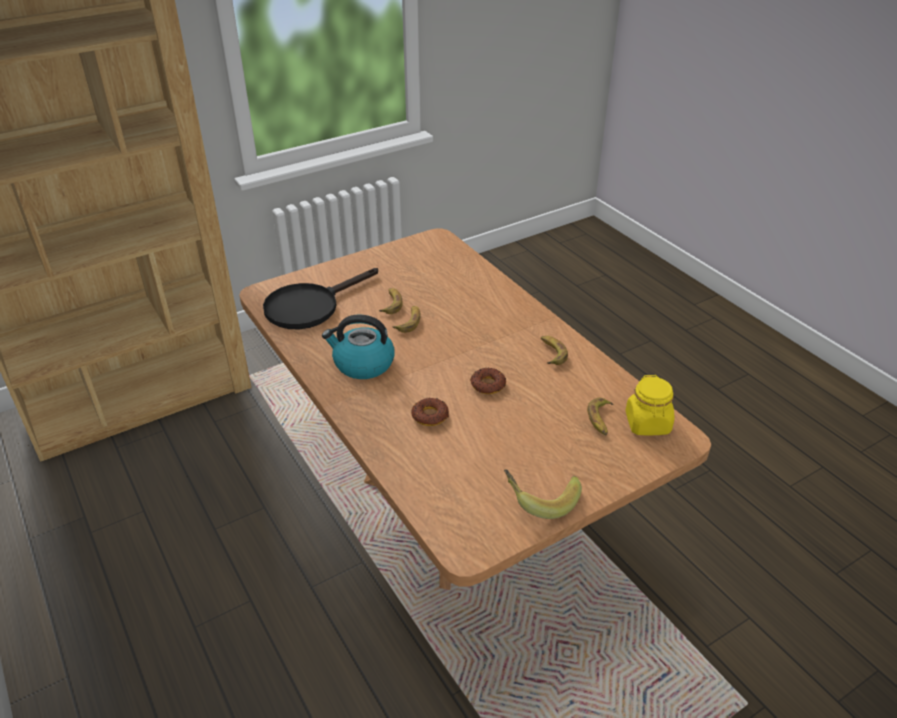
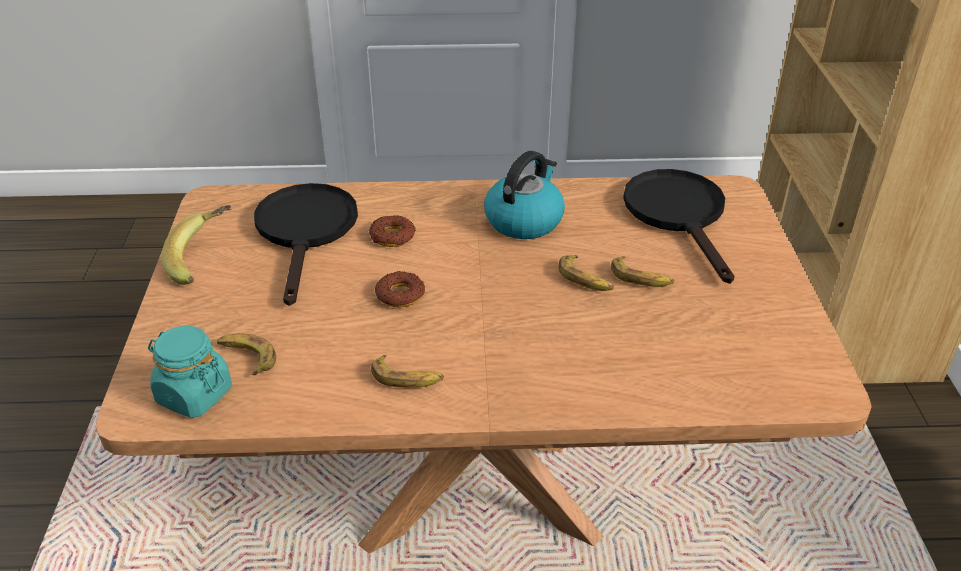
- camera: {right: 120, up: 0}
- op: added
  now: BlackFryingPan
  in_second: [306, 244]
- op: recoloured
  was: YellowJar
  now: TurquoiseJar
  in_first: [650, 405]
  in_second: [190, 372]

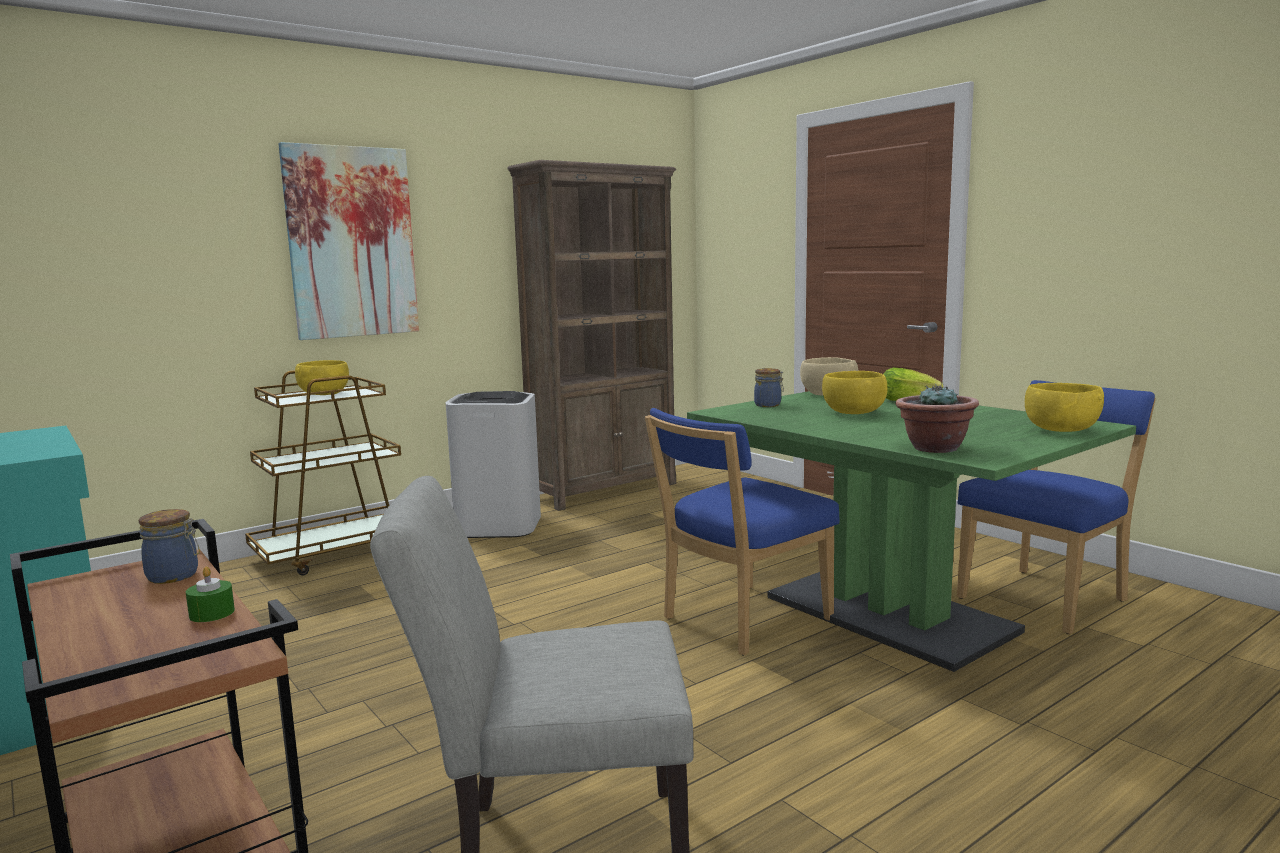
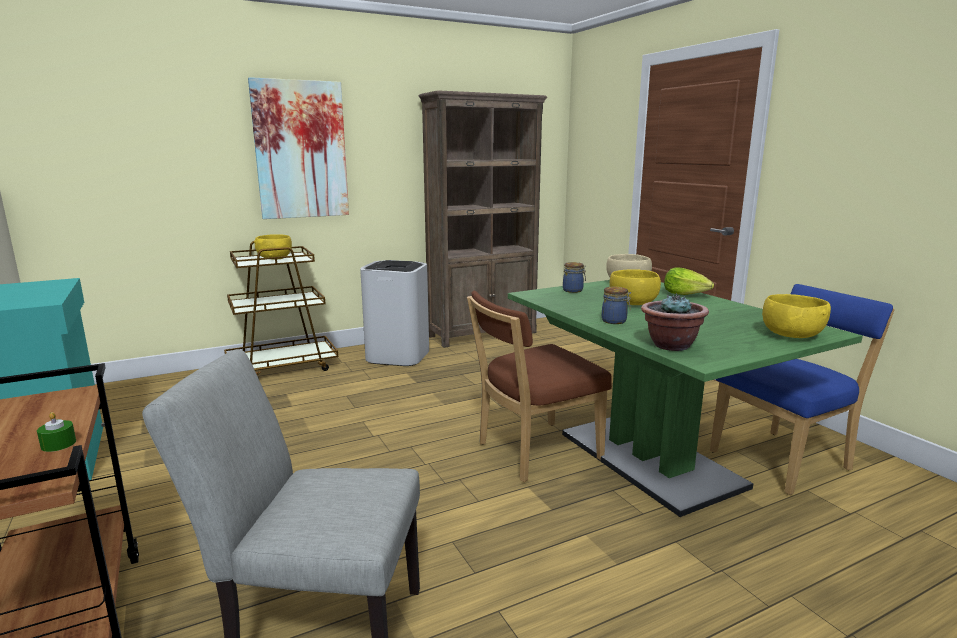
- camera: {right: 10, up: 5}
- op: moved
  was: Jar
  in_first: [169, 546]
  in_second: [616, 305]
- op: recoloured
  was: BlueChair
  now: BrownChair
  in_first: [742, 532]
  in_second: [539, 386]

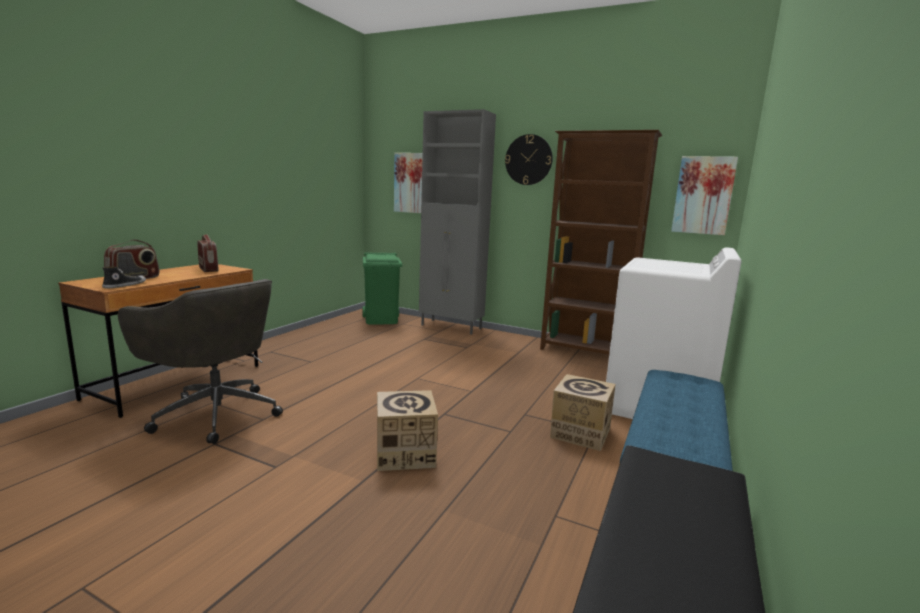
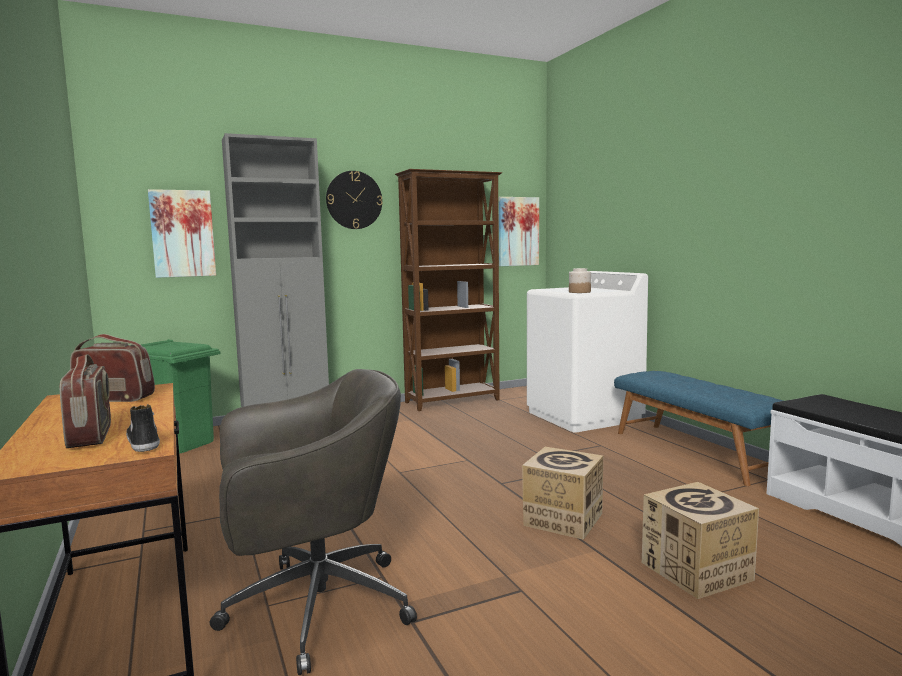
- camera: {right: -50, up: -5}
- op: added
  now: Jar
  in_second: [580, 280]
- op: moved
  was: CardboardBox
  in_first: [583, 412]
  in_second: [700, 540]

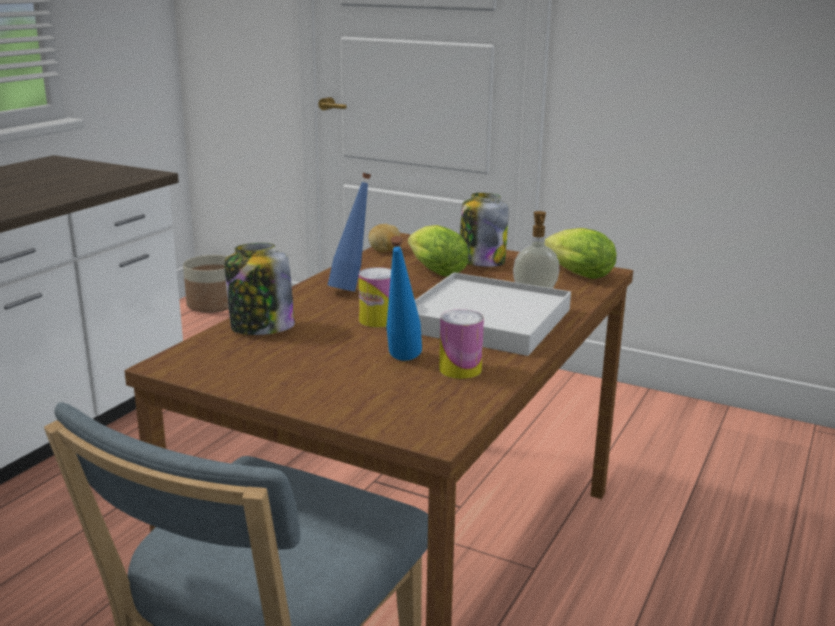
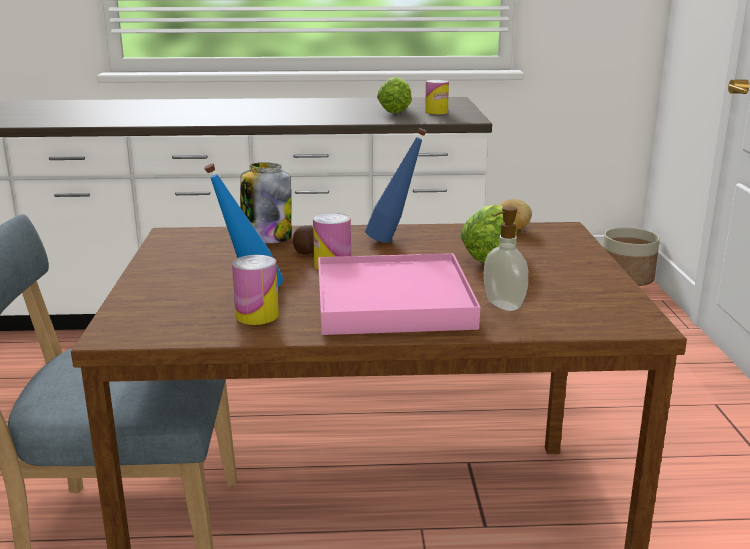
- camera: {right: 60, up: 0}
- op: removed
  was: Jar
  in_first: [484, 230]
- op: added
  now: Potato
  in_second: [303, 239]
- op: added
  now: Can
  in_second: [437, 97]
- op: moved
  was: Lettuce
  in_first: [580, 253]
  in_second: [394, 95]
- op: recoloured
  was: WhiteTray
  now: PinkTray
  in_first: [493, 314]
  in_second: [399, 294]

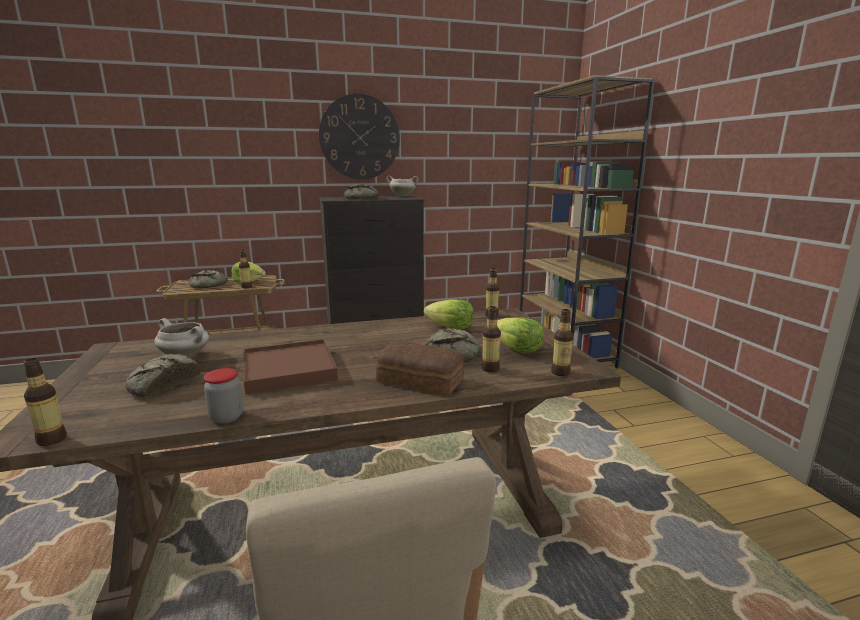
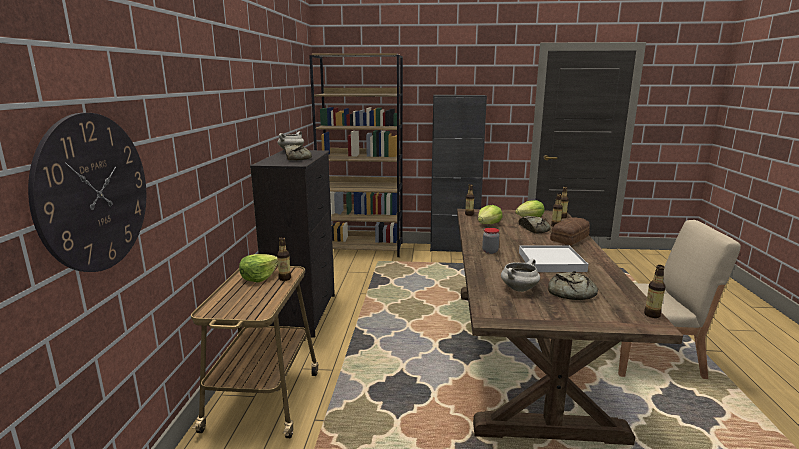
- camera: {right: -70, up: 0}
- op: removed
  was: Bread
  in_first: [208, 279]
- op: added
  now: BlackCabinet
  in_second: [458, 173]
- op: moved
  was: Jar
  in_first: [223, 396]
  in_second: [490, 241]
- op: moved
  was: WallClock
  in_first: [359, 136]
  in_second: [87, 192]
- op: recoloured
  was: BrownTray
  now: WhiteTray
  in_first: [291, 367]
  in_second: [553, 258]

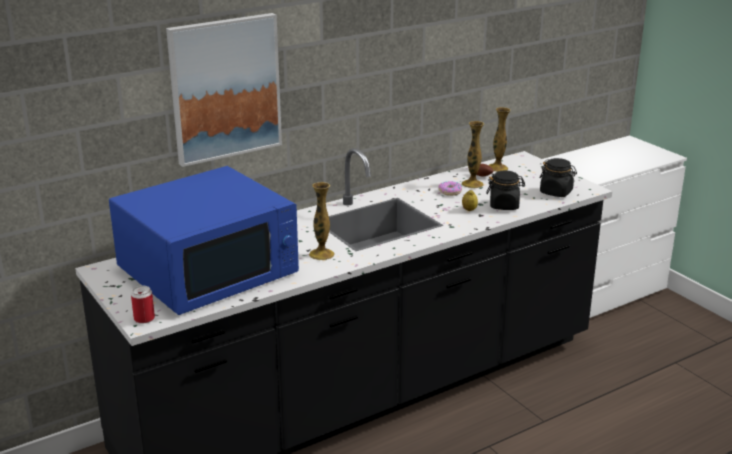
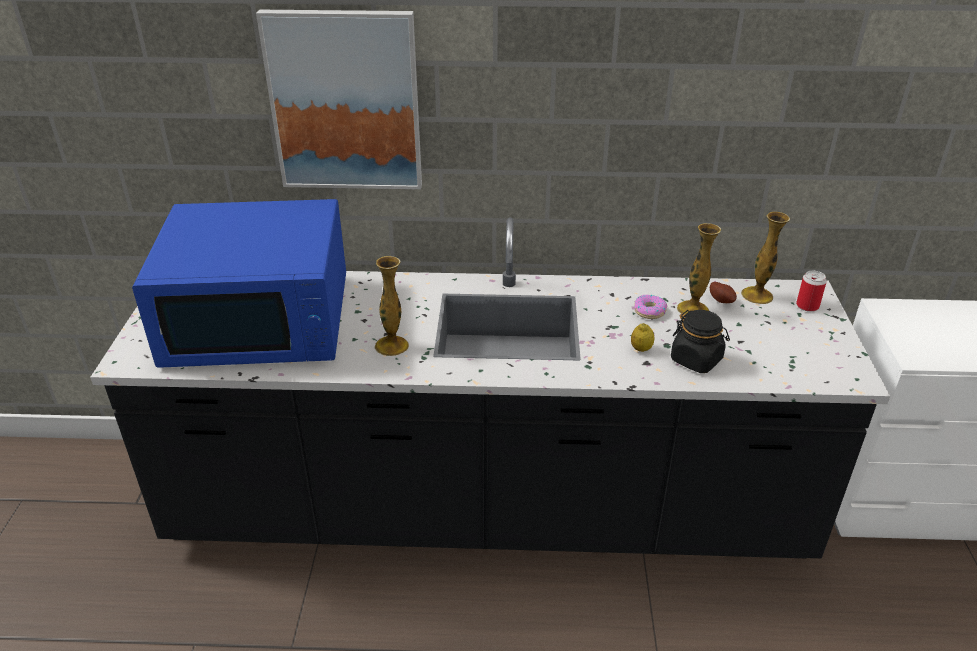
- camera: {right: 35, up: 10}
- op: removed
  was: BlackJar
  in_first: [558, 177]
- op: moved
  was: Can
  in_first: [143, 304]
  in_second: [811, 291]

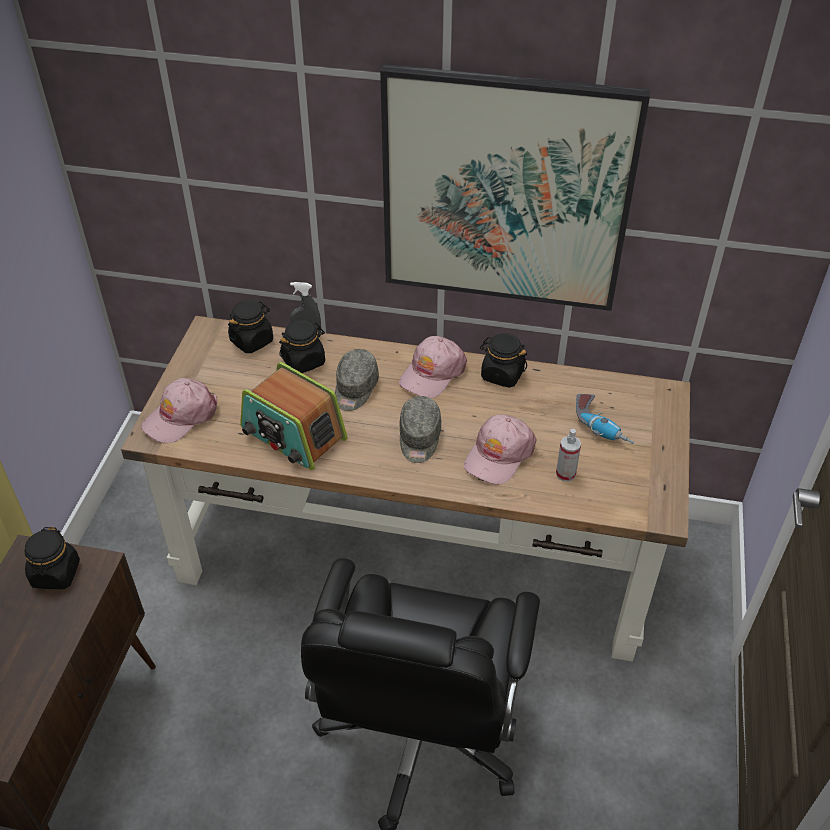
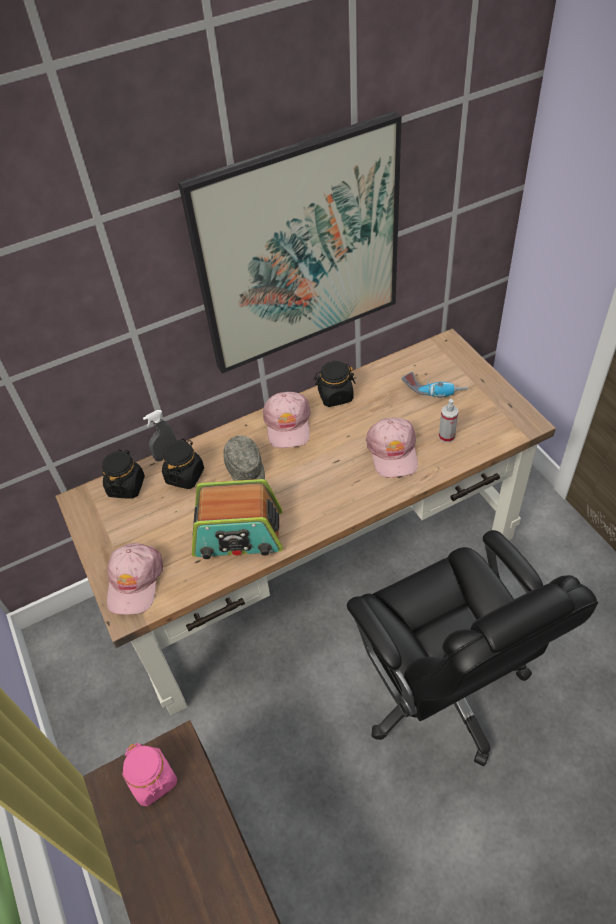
- camera: {right: -35, up: 5}
- op: removed
  was: GreyCap
  in_first: [420, 429]
- op: recoloured
  was: BlackJar
  now: PinkJar
  in_first: [52, 558]
  in_second: [149, 774]

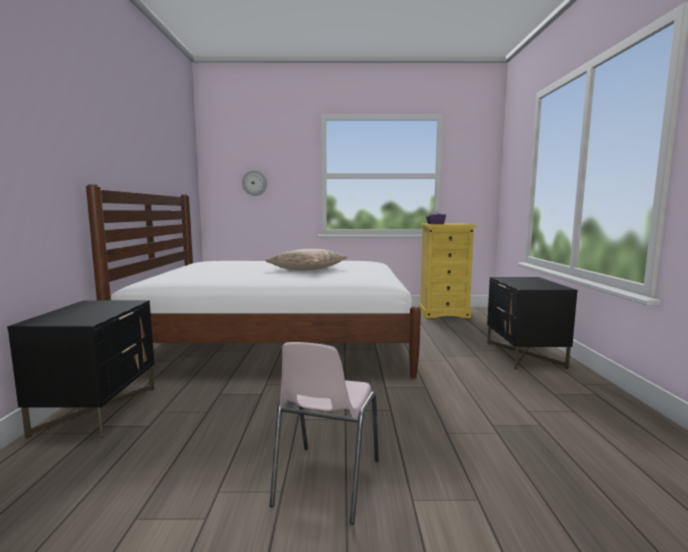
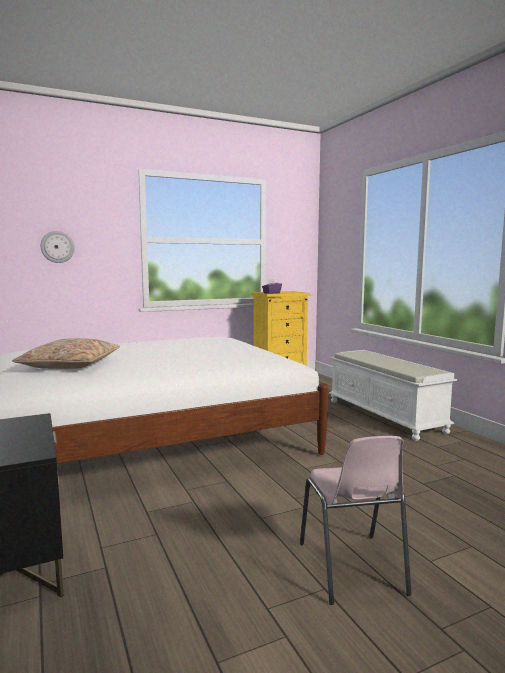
- camera: {right: -25, up: 0}
- op: moved
  was: BeigePillow
  in_first: [306, 259]
  in_second: [66, 353]
- op: replaced
  was: BlackNightstand
  now: WhiteBench
  in_first: [532, 323]
  in_second: [393, 395]

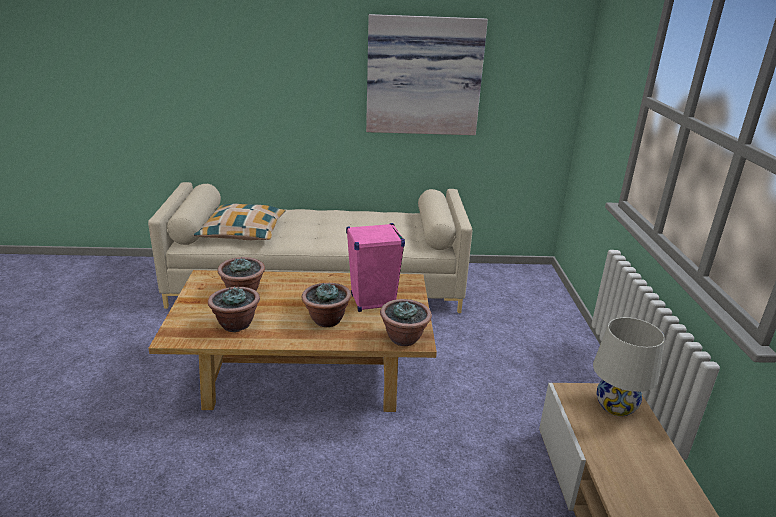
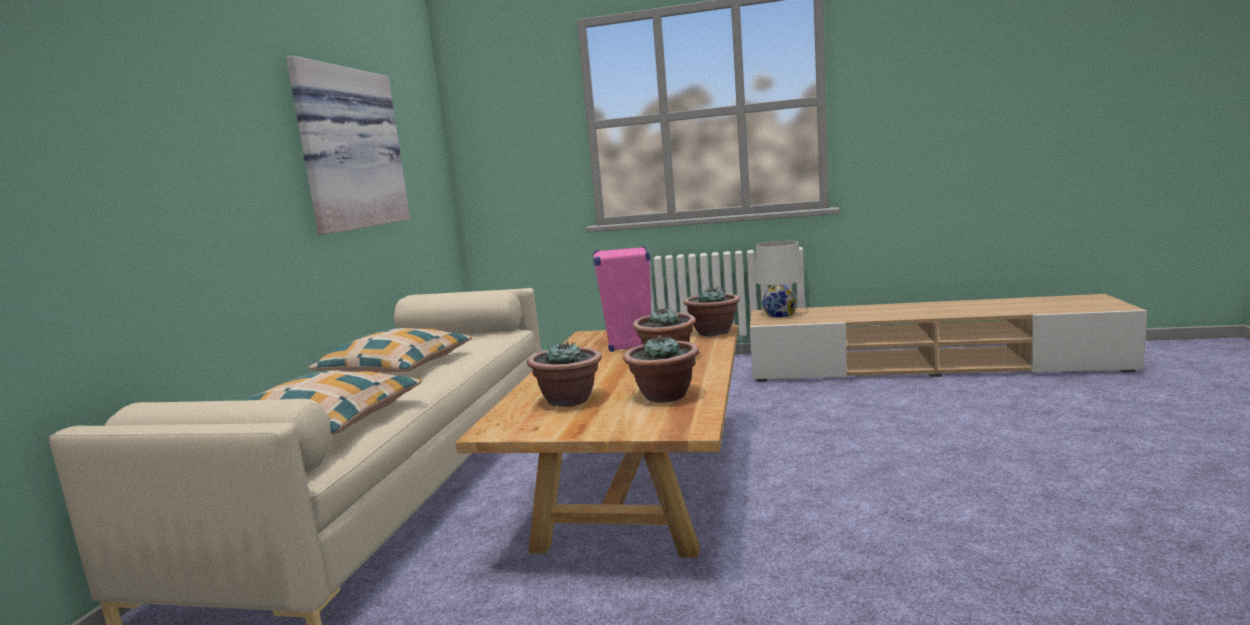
- camera: {right: -75, up: -15}
- op: added
  now: Pillow
  in_second: [390, 350]

